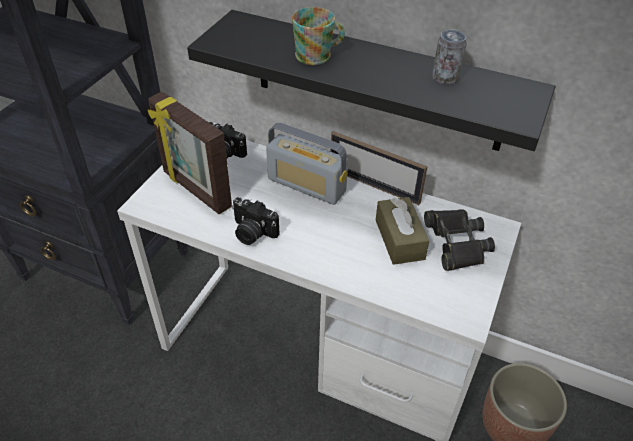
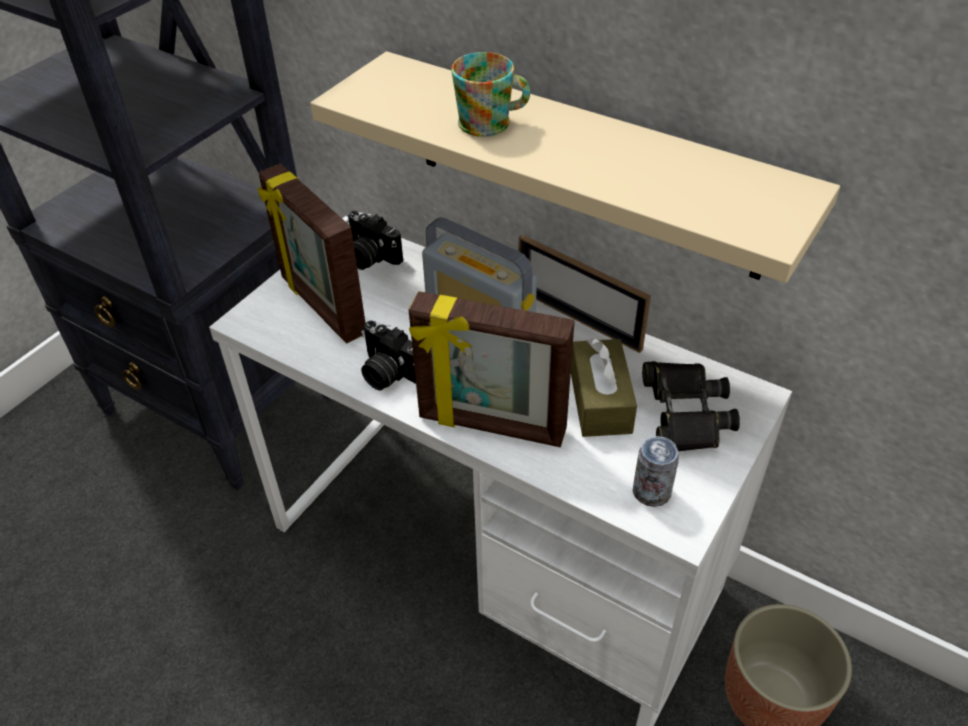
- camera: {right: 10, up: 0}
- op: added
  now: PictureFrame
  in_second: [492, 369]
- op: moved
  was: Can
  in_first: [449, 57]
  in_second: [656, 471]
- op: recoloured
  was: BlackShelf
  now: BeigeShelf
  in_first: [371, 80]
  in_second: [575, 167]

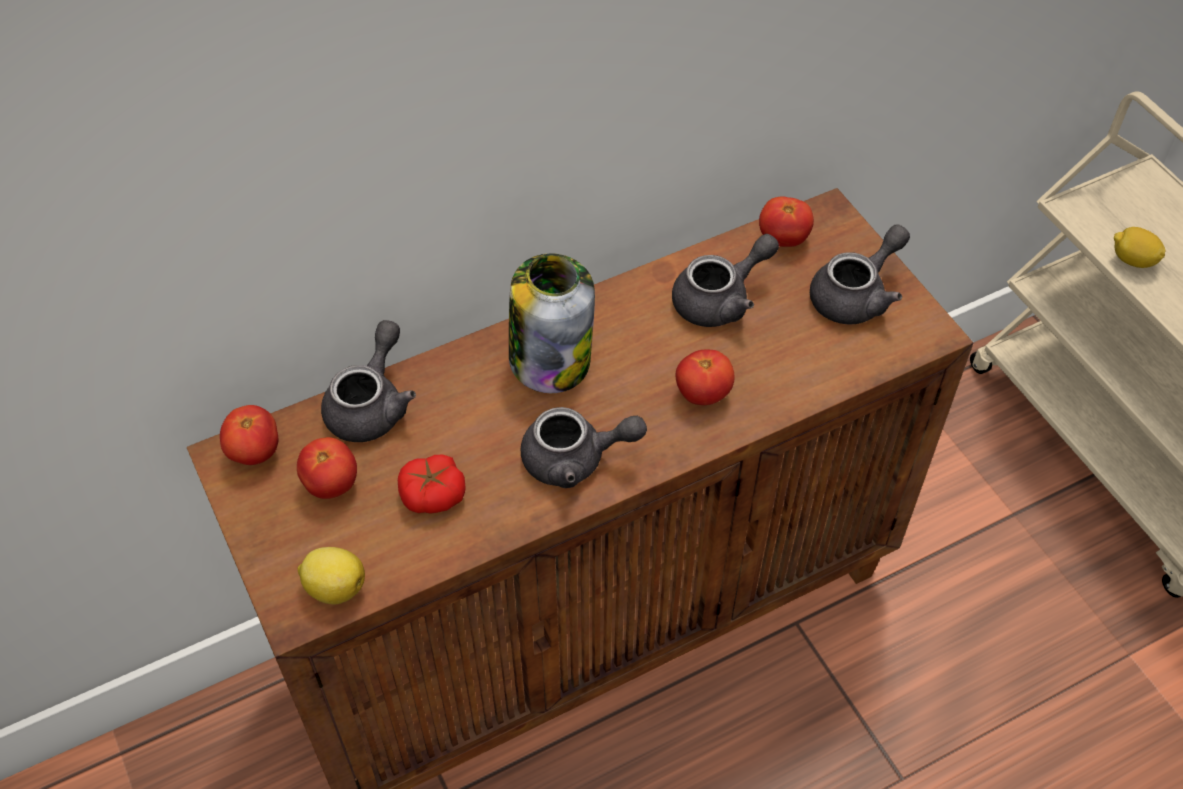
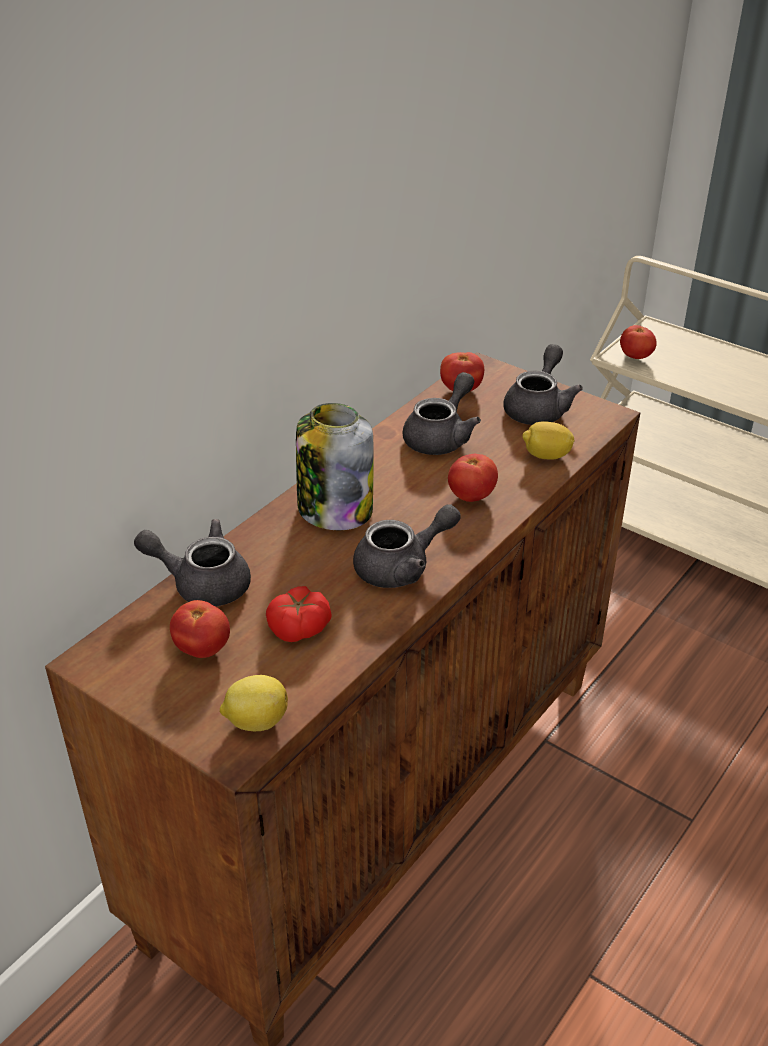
- camera: {right: -25, up: -15}
- op: moved
  was: Tomato
  in_first: [249, 435]
  in_second: [638, 342]
- op: moved
  was: Lemon
  in_first: [1139, 247]
  in_second: [548, 440]
- op: turned
  was: GreyTeapot
  in_first: [368, 381]
  in_second: [192, 563]
  clockwise: -75

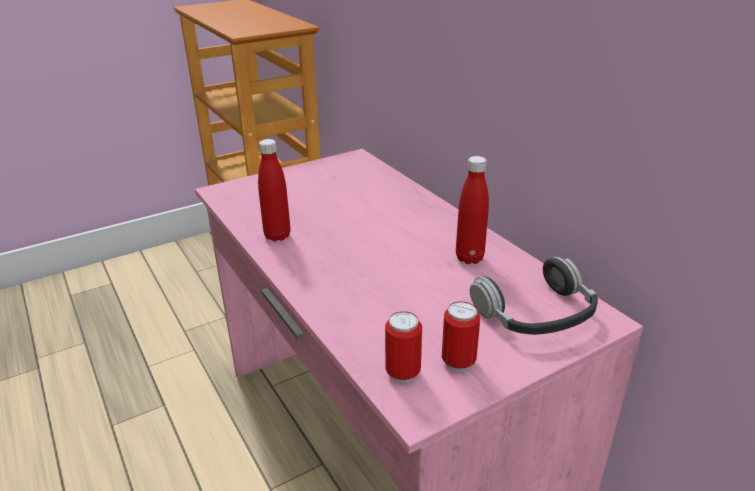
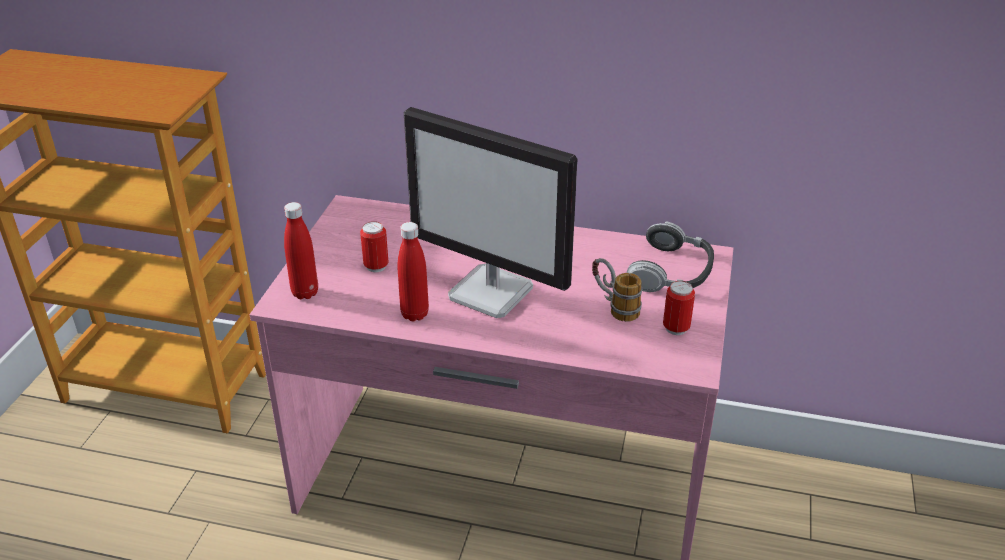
- camera: {right: -45, up: 5}
- op: added
  now: Monitor
  in_second: [490, 212]
- op: added
  now: Mug
  in_second: [617, 290]
- op: moved
  was: Can
  in_first: [403, 347]
  in_second: [374, 246]
- op: moved
  was: RedBottle
  in_first: [472, 210]
  in_second: [301, 250]

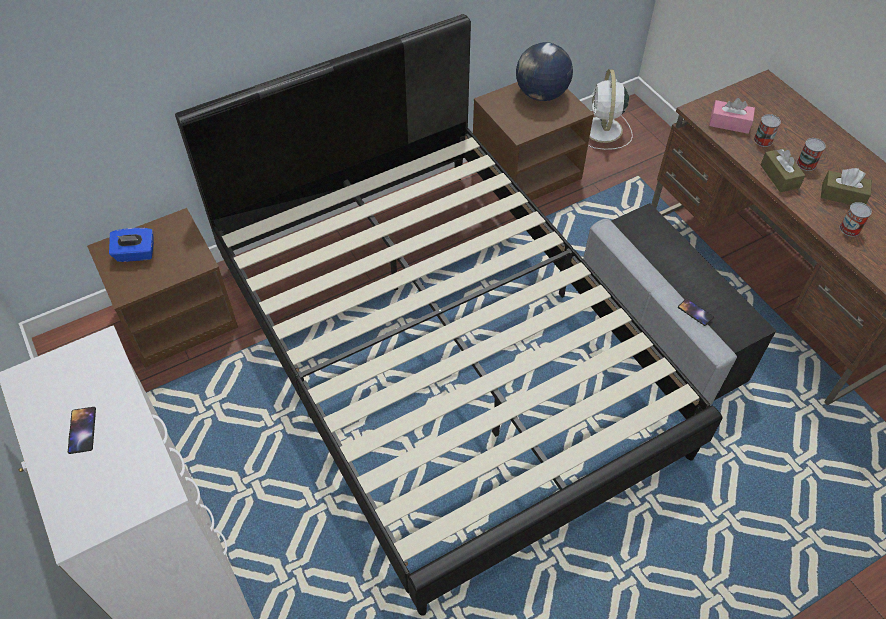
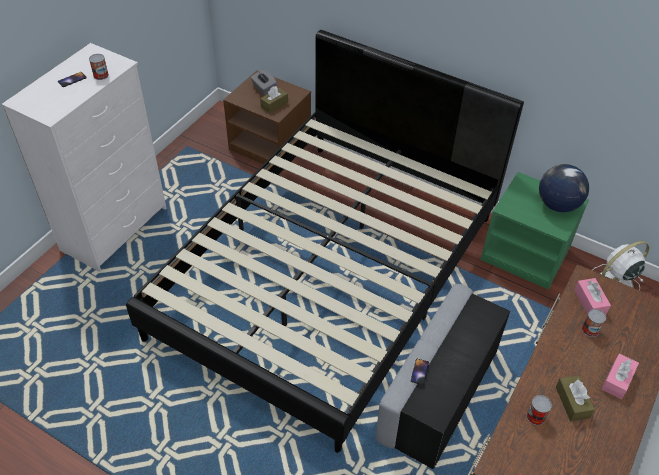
- camera: {right: 60, up: -5}
- op: added
  now: PinkTissueBox
  in_second: [620, 376]
- op: moved
  was: BrownTissueBox
  in_first: [783, 170]
  in_second: [274, 99]
- op: moved
  was: Can
  in_first: [811, 154]
  in_second: [99, 67]
- op: recoloured
  was: BlueTissueBox
  now: GreyTissueBox
  in_first: [131, 245]
  in_second: [264, 82]
- op: recoloured
  was: BrownNightstand
  now: GreenNightstand
  in_first: [533, 141]
  in_second: [534, 230]

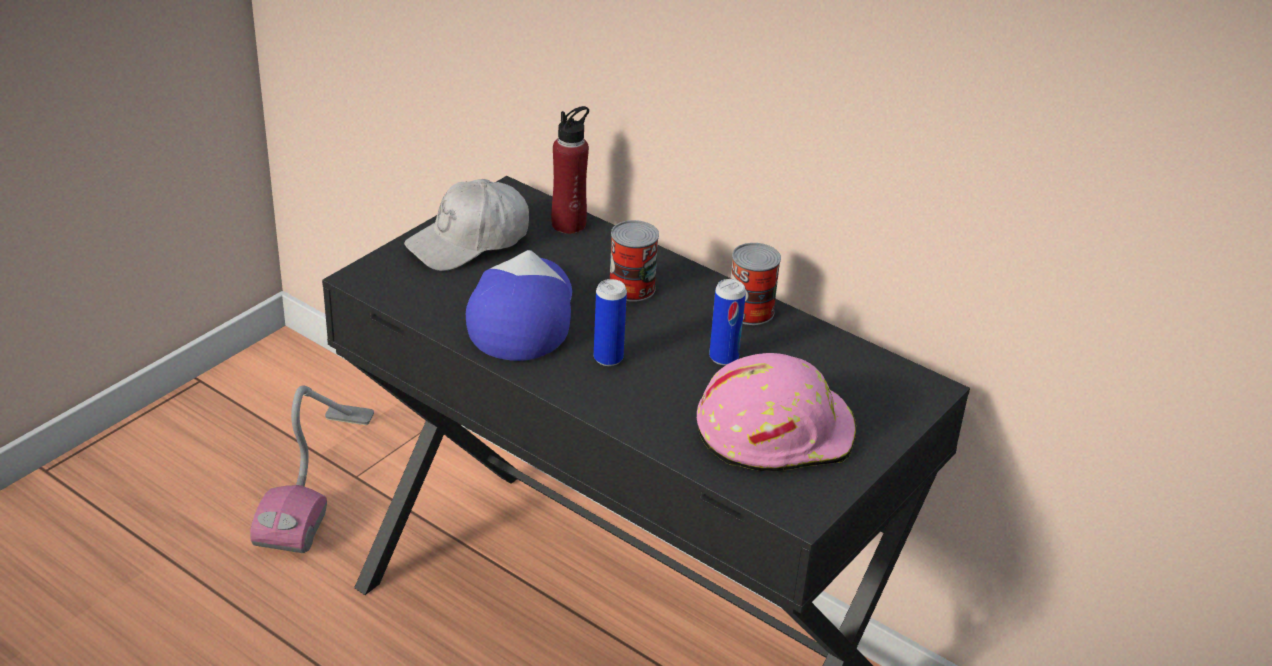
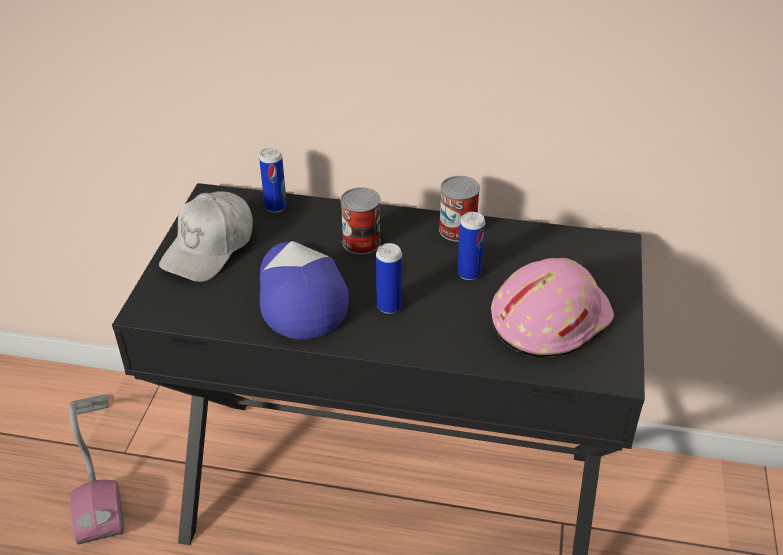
- camera: {right: -25, up: 5}
- op: replaced
  was: RedBottle
  now: Can
  in_first: [570, 170]
  in_second: [273, 180]

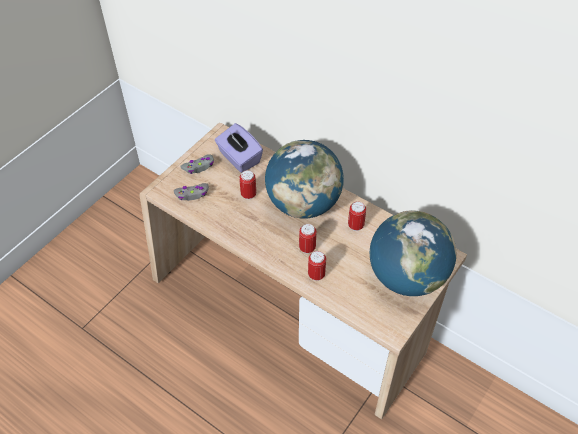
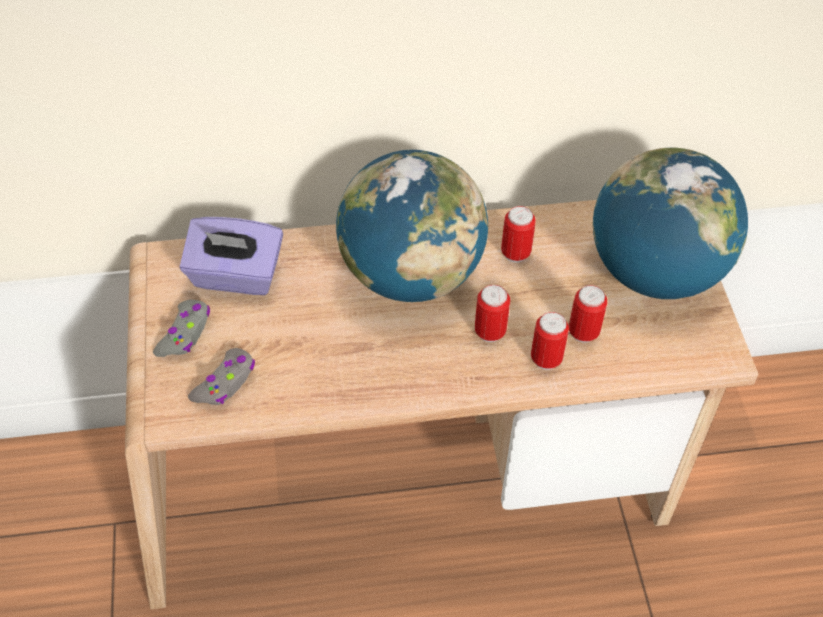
- camera: {right: -45, up: 0}
- op: moved
  was: Can
  in_first: [247, 184]
  in_second: [588, 314]

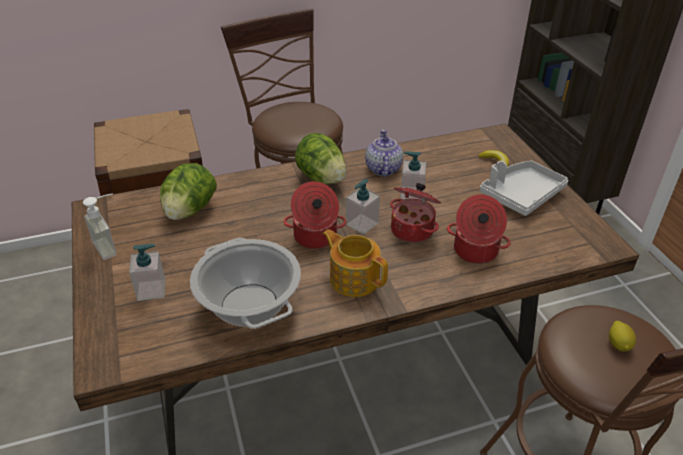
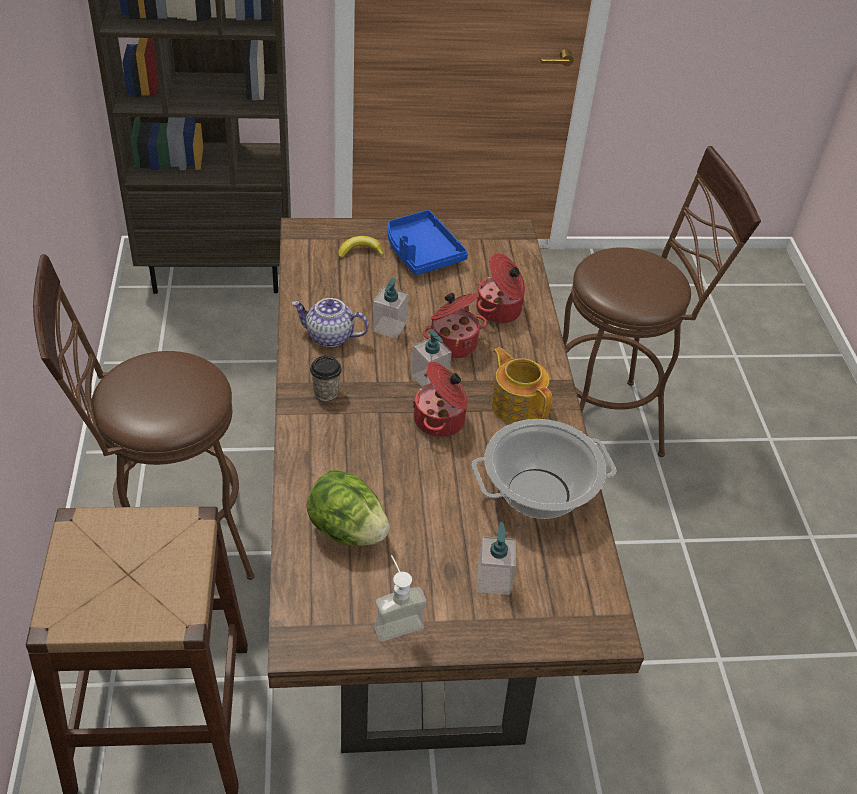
- camera: {right: -80, up: 5}
- op: removed
  was: Lemon
  in_first: [622, 336]
- op: replaced
  was: Lettuce
  now: Cup
  in_first: [320, 158]
  in_second: [326, 378]
- op: recoloured
  was: GreyTray
  now: BlueTray
  in_first: [524, 188]
  in_second: [428, 242]
- op: turned
  was: Teapot
  in_first: [355, 263]
  in_second: [521, 385]
  clockwise: 90

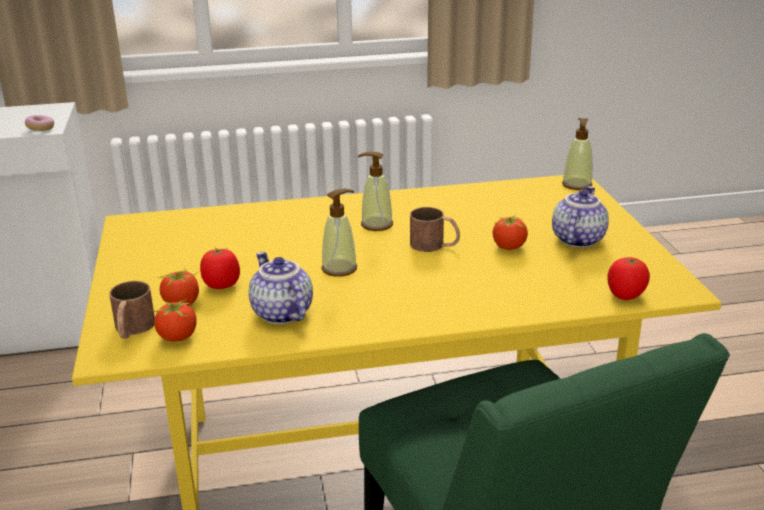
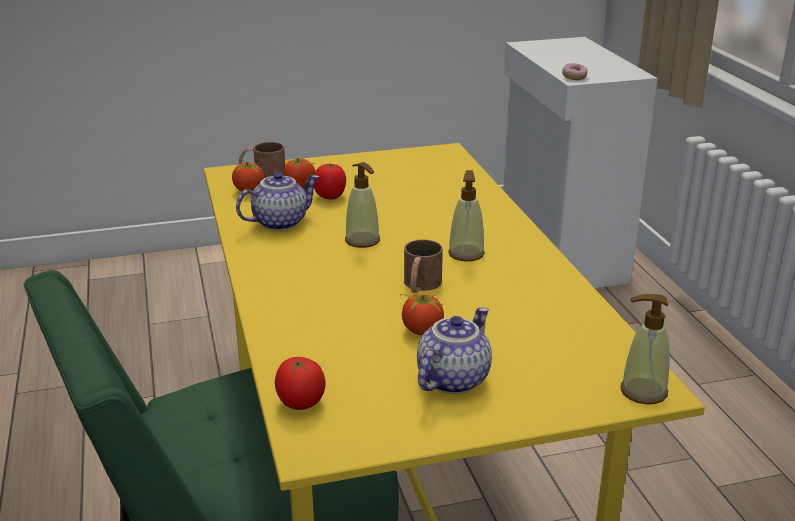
- camera: {right: 85, up: 0}
- op: turned
  was: Teapot
  in_first: [580, 217]
  in_second: [454, 350]
  clockwise: -75

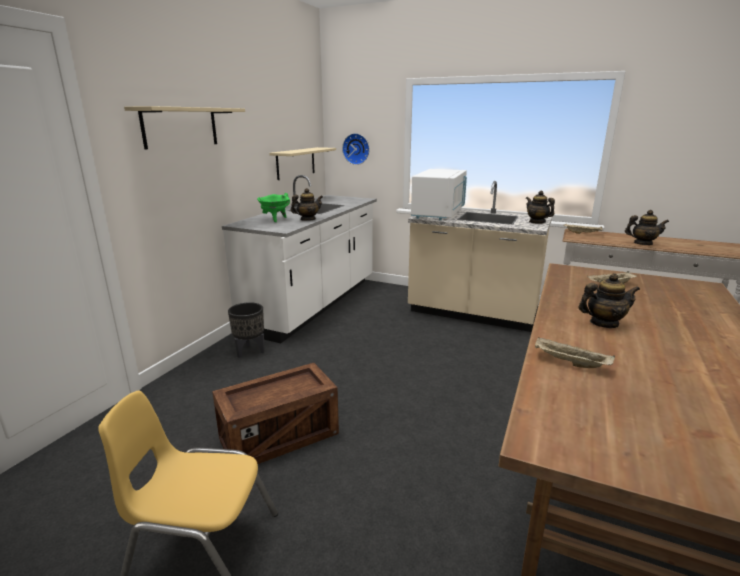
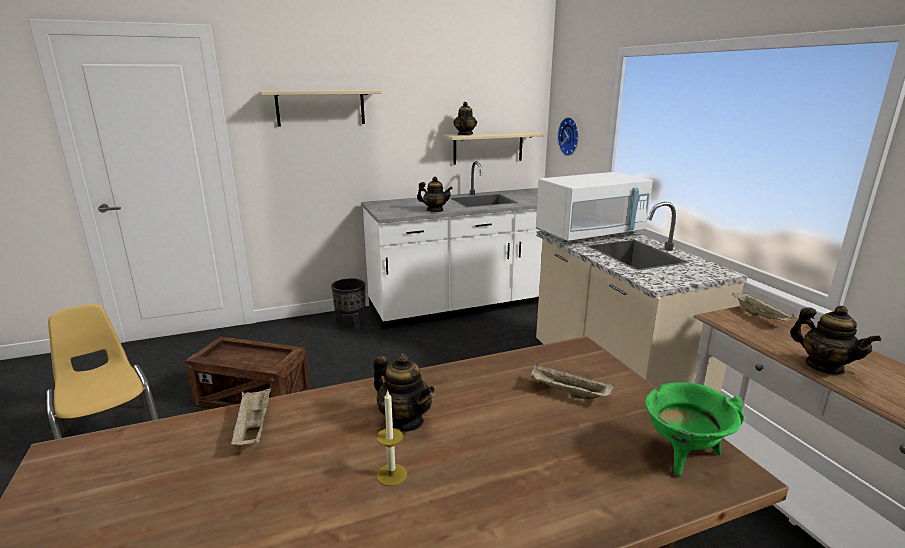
- camera: {right: 45, up: 0}
- op: added
  now: Candle
  in_second: [391, 438]
- op: moved
  was: GreenCookingPot
  in_first: [273, 207]
  in_second: [694, 429]
- op: moved
  was: Teapot
  in_first: [540, 207]
  in_second: [465, 118]

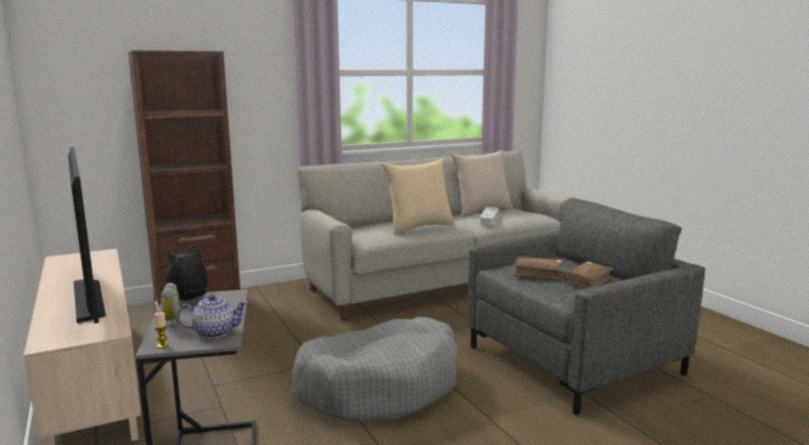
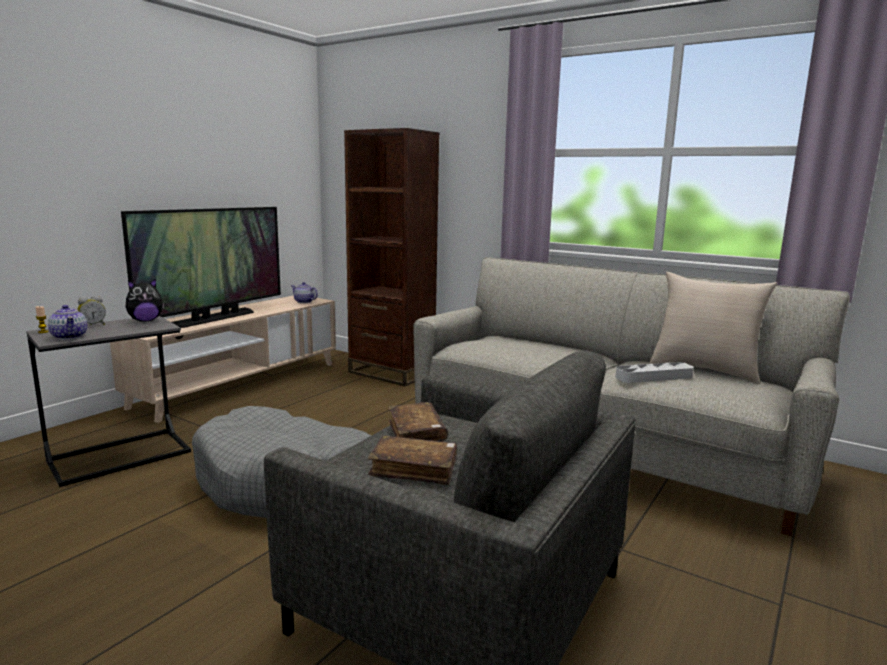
- camera: {right: 60, up: 0}
- op: removed
  was: BeigePillow
  in_first: [418, 196]
- op: added
  now: Teapot
  in_second: [304, 292]
- op: turned
  was: PlushToy
  in_first: [187, 274]
  in_second: [145, 300]
  clockwise: 120

